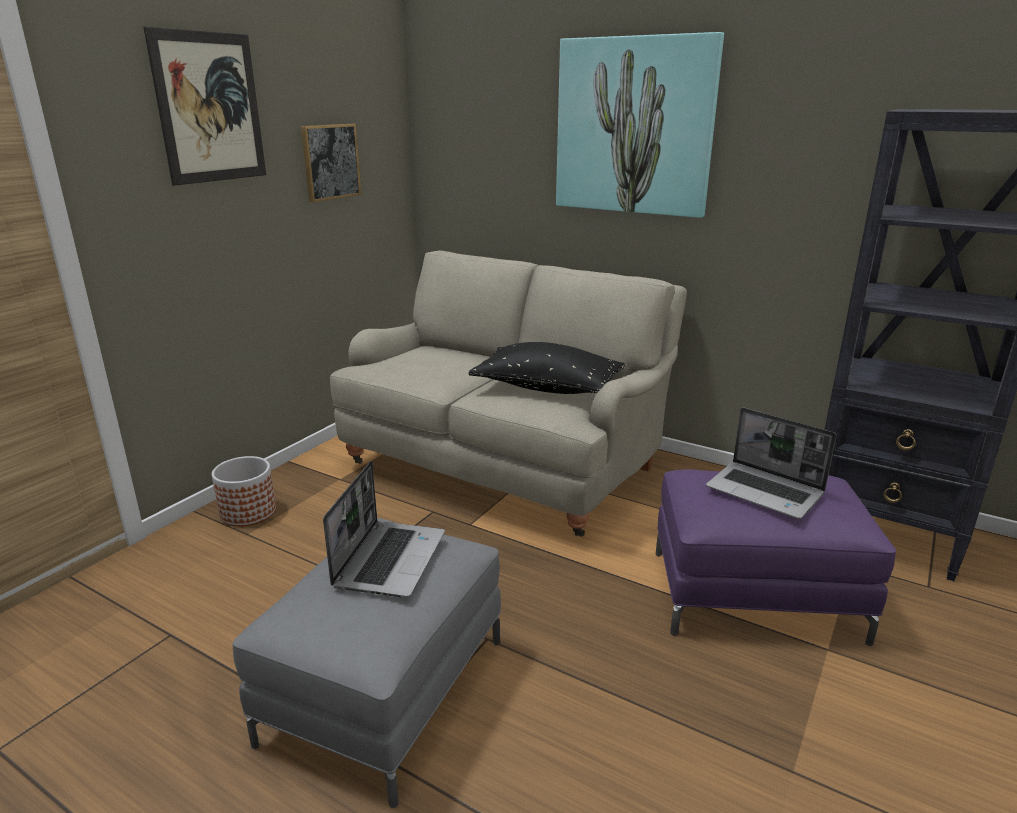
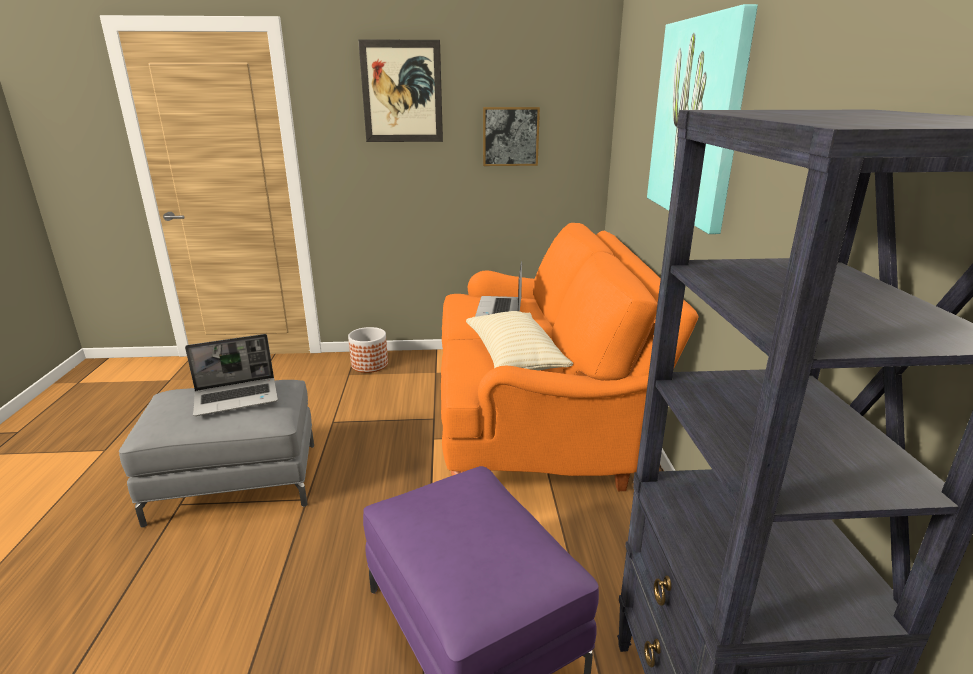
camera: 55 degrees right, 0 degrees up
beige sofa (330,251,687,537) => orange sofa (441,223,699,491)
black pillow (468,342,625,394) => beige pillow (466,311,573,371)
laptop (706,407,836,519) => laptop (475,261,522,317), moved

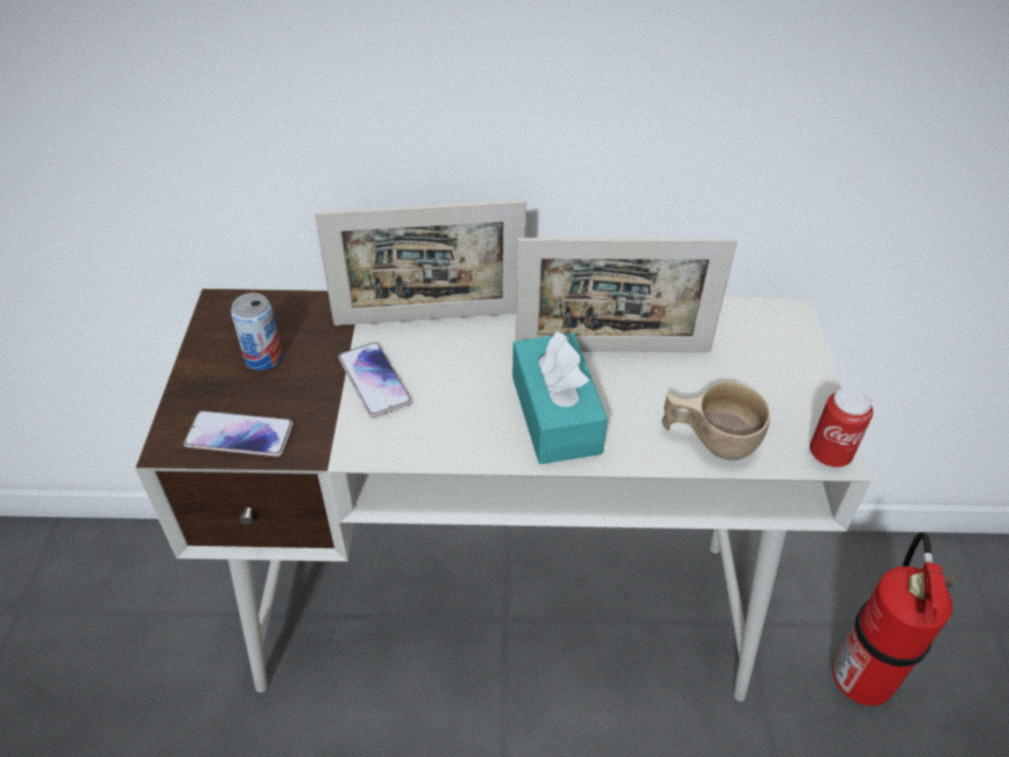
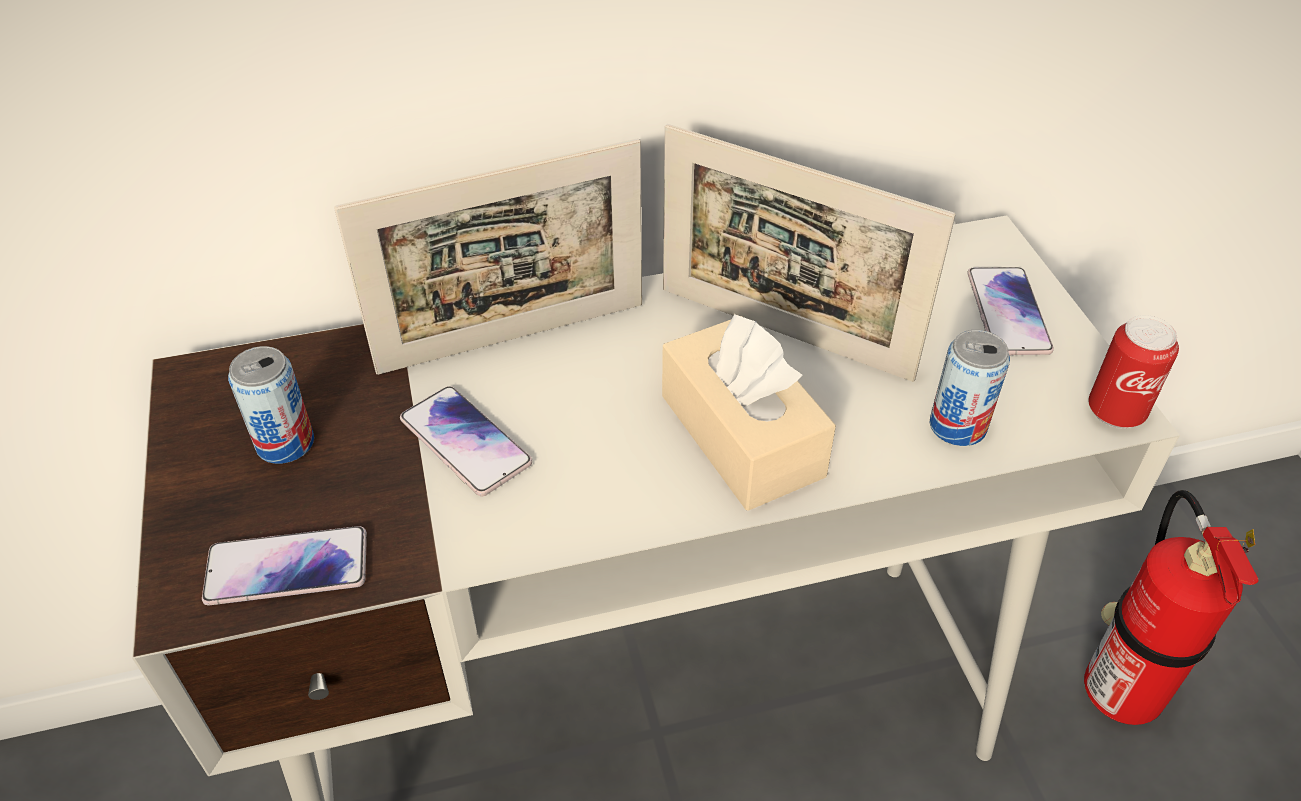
camera: 15 degrees left, 0 degrees up
turquoise tissue box (512,330,608,464) => beige tissue box (662,313,836,511)
picture frame (515,238,737,353) => picture frame (663,124,956,382), 45 degrees clockwise
beige cup (662,382,770,461) => can (930,330,1010,446)
nothing => phone (967,267,1054,355)

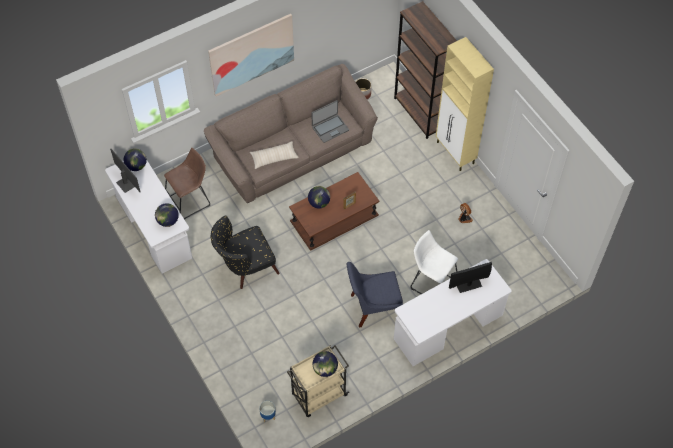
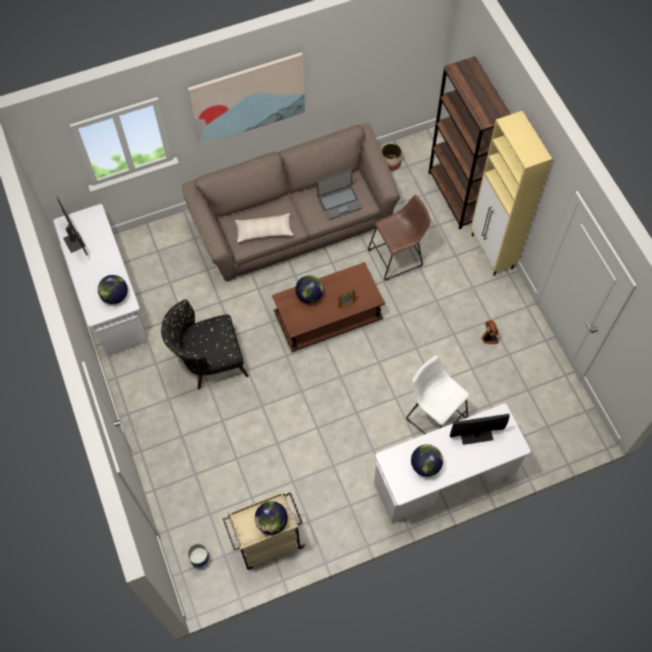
camera: 10 degrees right, 5 degrees up
brown stool (164,148,210,219) => brown stool (368,195,431,281), moved
globe (124,148,147,171) => globe (411,444,443,477), moved
blue chair (346,262,403,328) => nothing

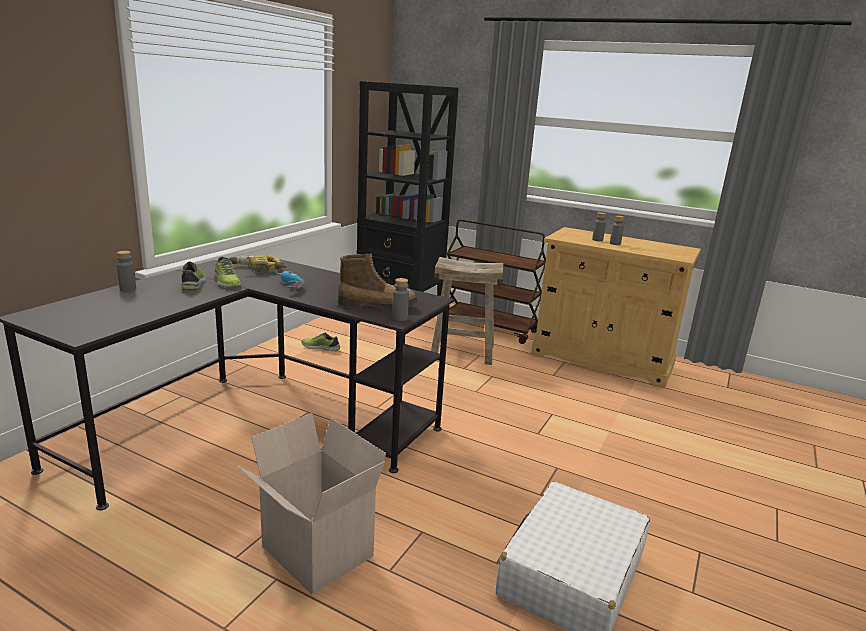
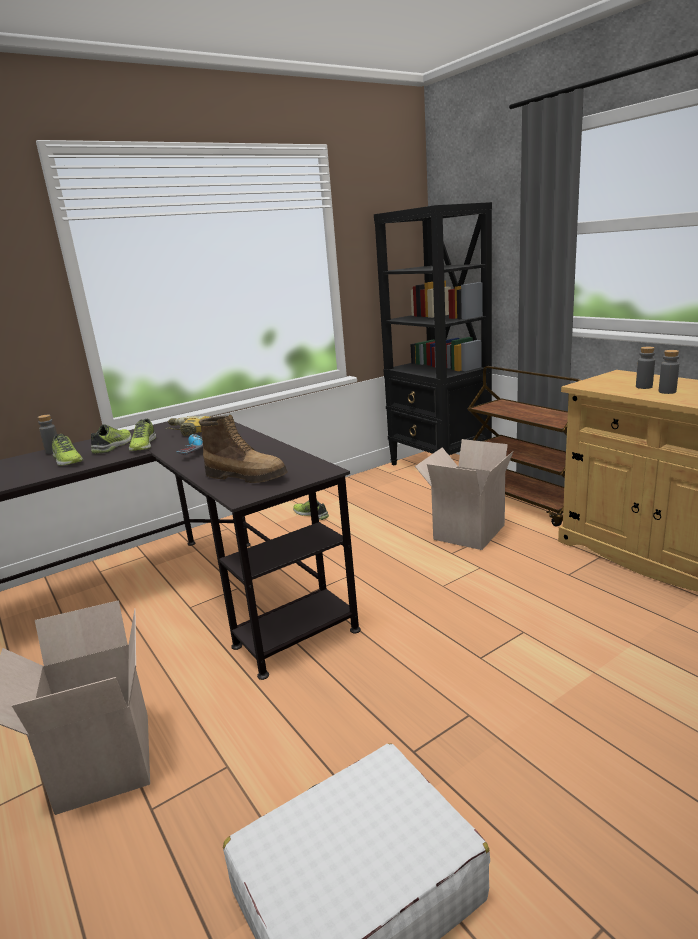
camera: 30 degrees right, 0 degrees up
nothing => shoe (52,434,83,466)
beige stool (431,257,504,365) => cardboard box (415,439,513,550)
grey bottle (392,278,409,321) => nothing

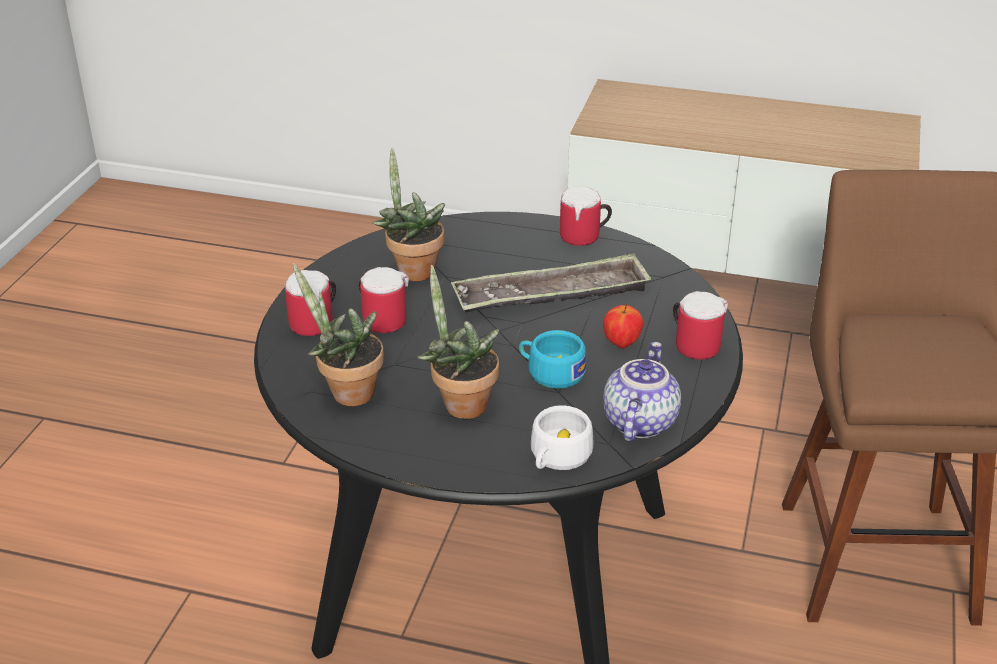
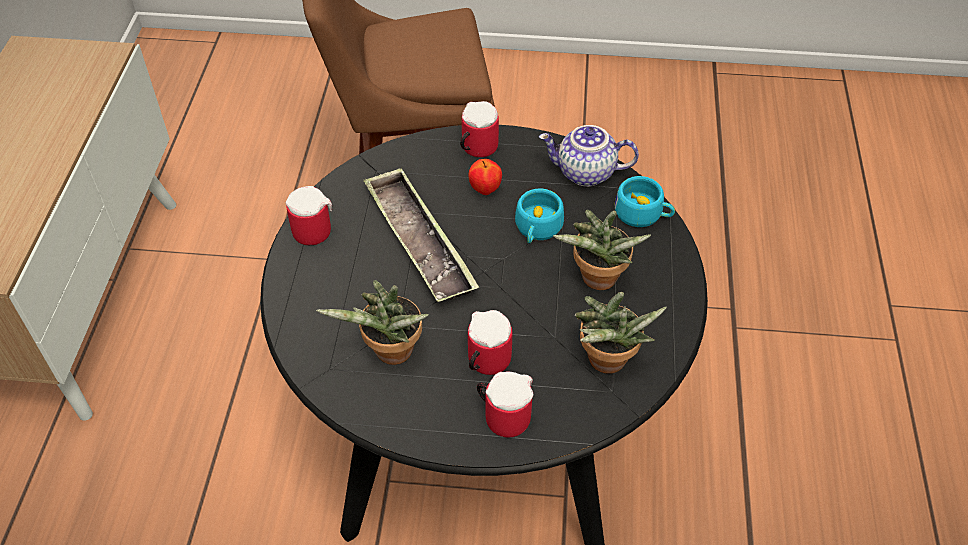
camera: 100 degrees left, 15 degrees up
white cup (531,405,593,470) => turquoise cup (614,176,675,227)

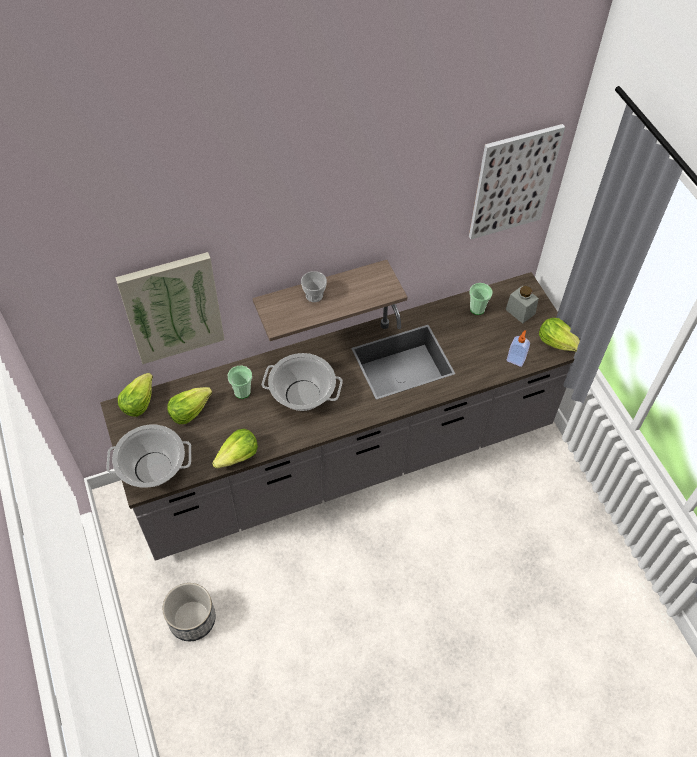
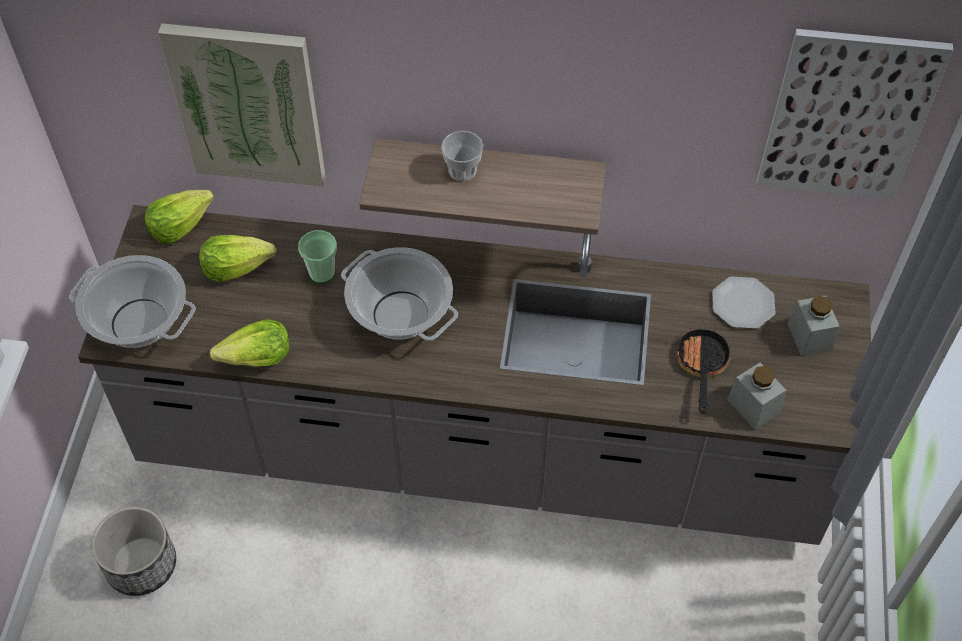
camera: 30 degrees right, 0 degrees up
nothing => frying pan (676,322,731,413)
cup (469,283,493,315) => plate (712,277,775,329)
soap dispenser (507,330,530,367) => grey jar (727,363,786,430)
lettuce (539,318,580,352) => nothing

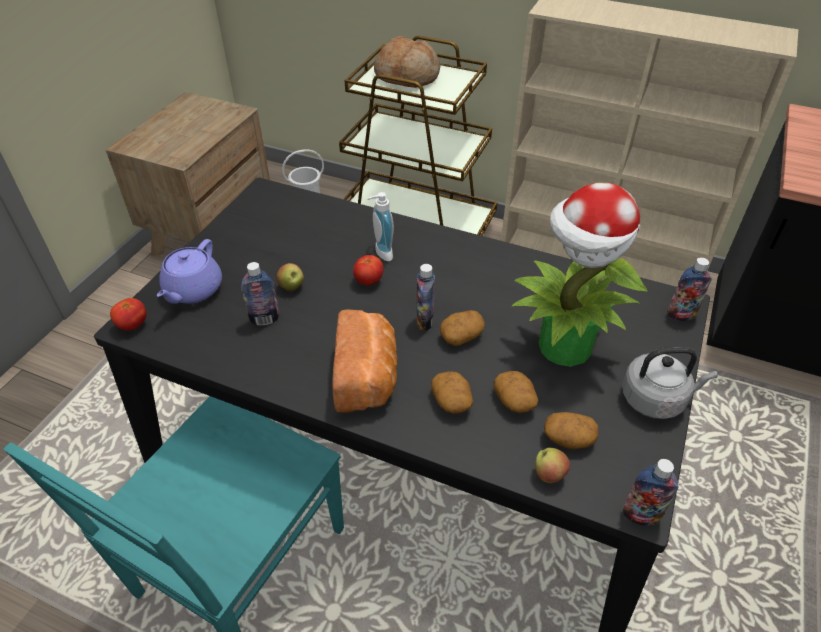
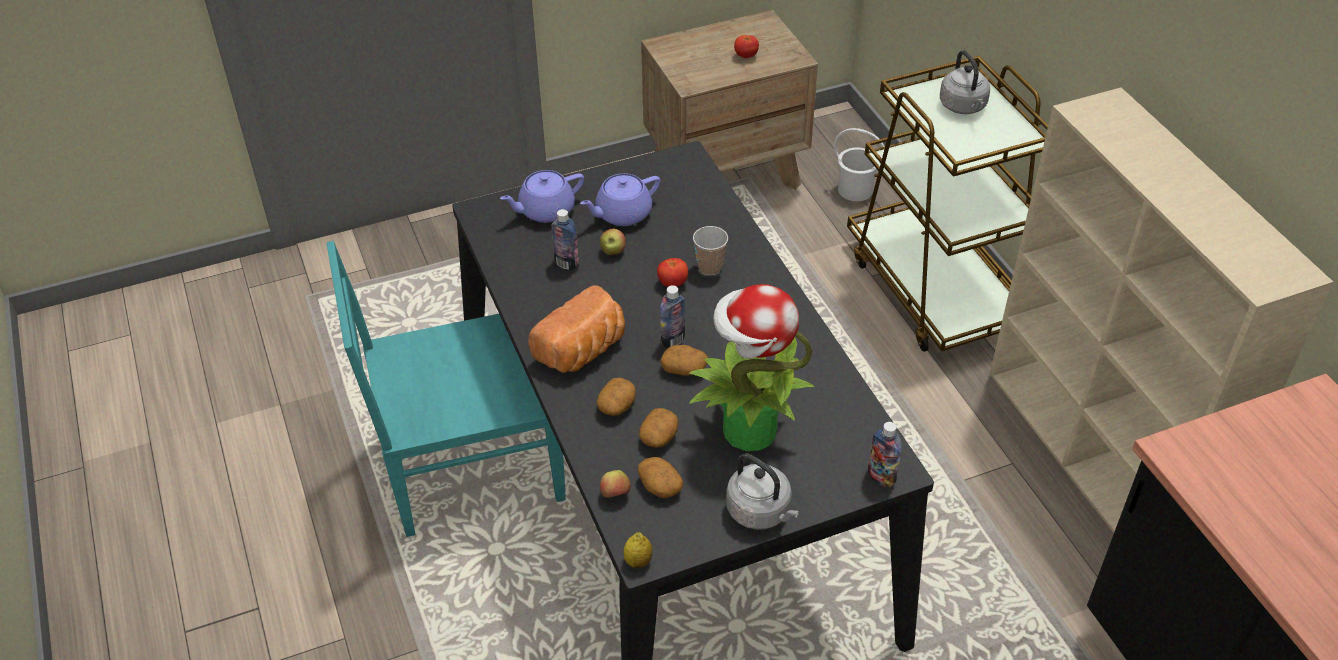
camera: 45 degrees right, 0 degrees up
nothing => purple teapot (580,173,661,226)
bottle (623,459,678,525) => lemon (624,533,652,568)
soap dispenser (367,192,394,261) => cup (693,226,728,275)
tomato (110,298,147,331) => tomato (734,35,759,58), moved
bread (374,36,440,88) => grey kettle (940,50,990,114)

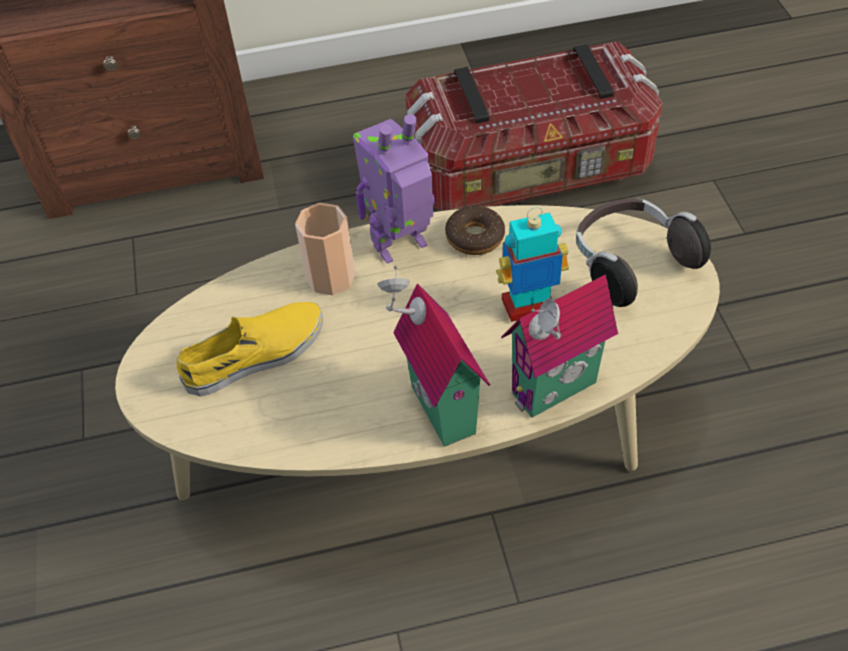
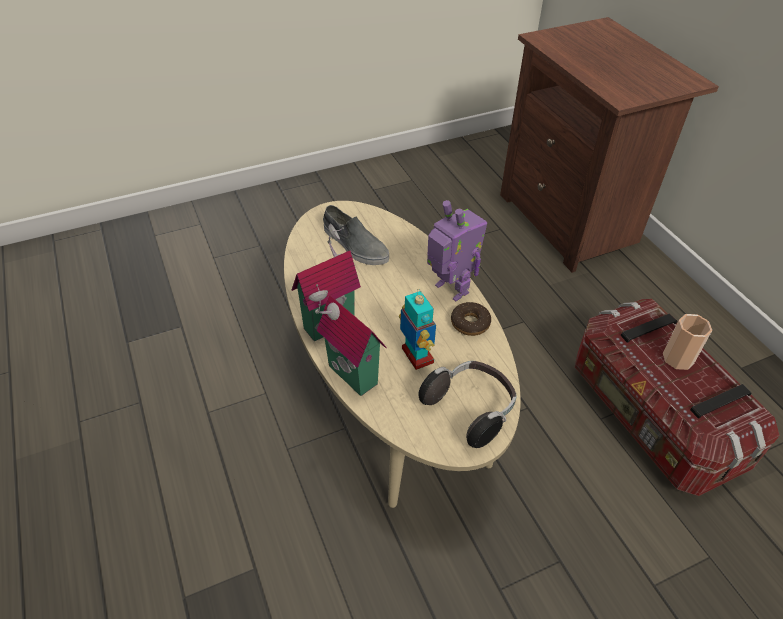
camera: 75 degrees right, 5 degrees down
yellow shoe (177,302,323,397) => grey shoe (323,205,389,265)
cup (295,203,355,295) => cup (663,314,712,370), moved

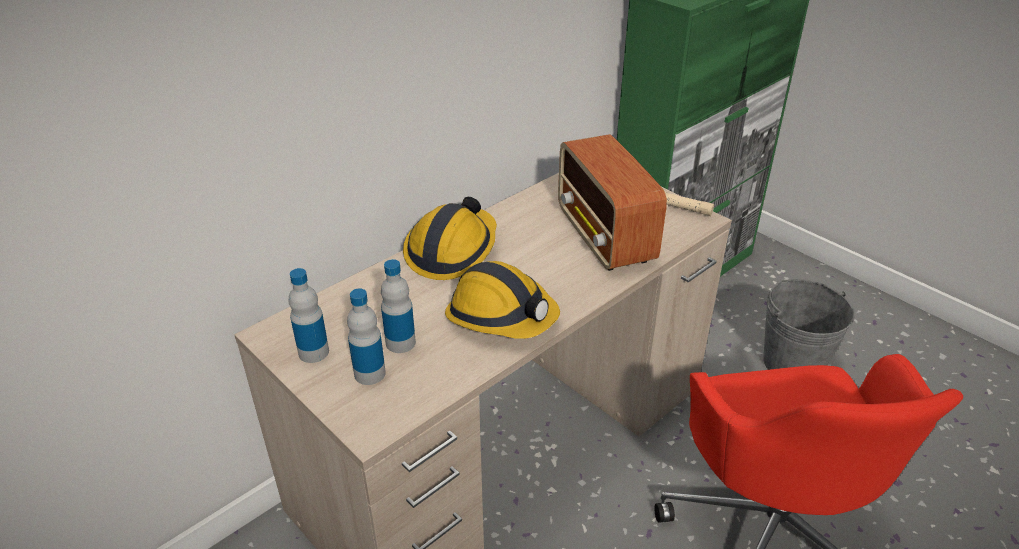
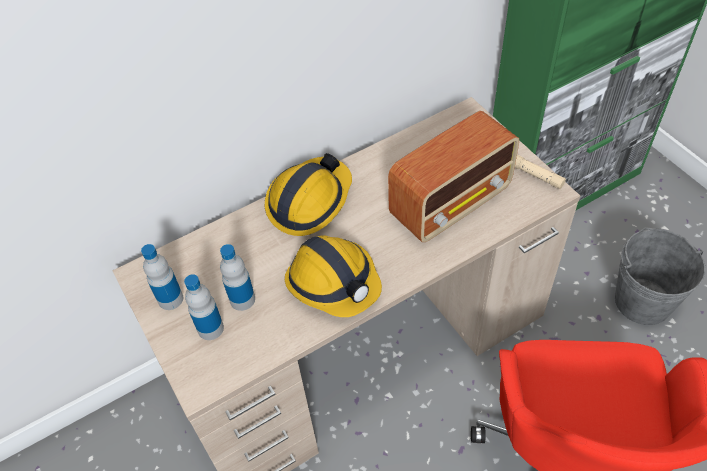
camera: 15 degrees right, 15 degrees up
radio (558,134,667,271) => radio (388,111,519,242), 120 degrees counterclockwise

